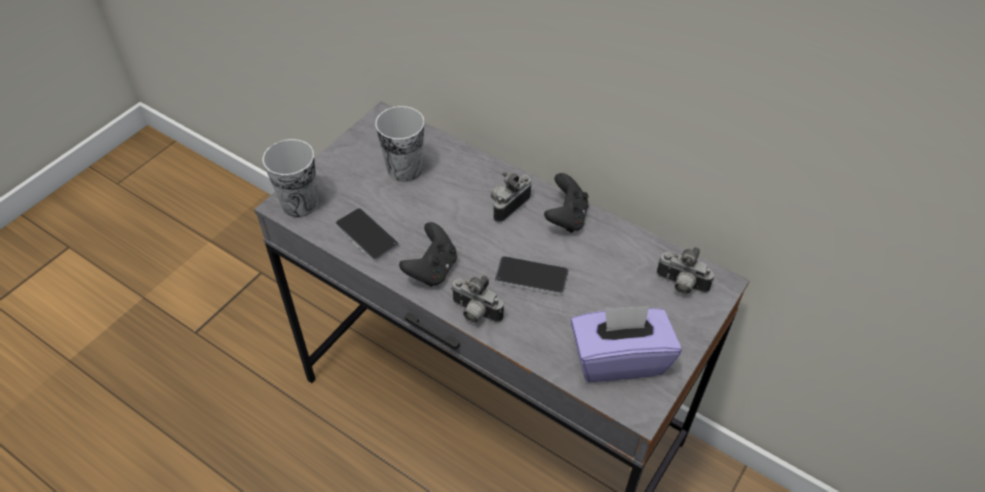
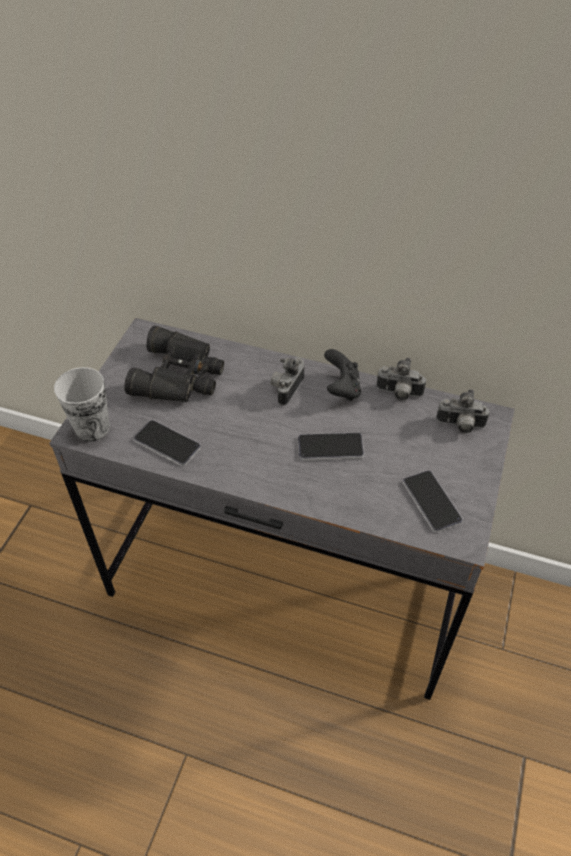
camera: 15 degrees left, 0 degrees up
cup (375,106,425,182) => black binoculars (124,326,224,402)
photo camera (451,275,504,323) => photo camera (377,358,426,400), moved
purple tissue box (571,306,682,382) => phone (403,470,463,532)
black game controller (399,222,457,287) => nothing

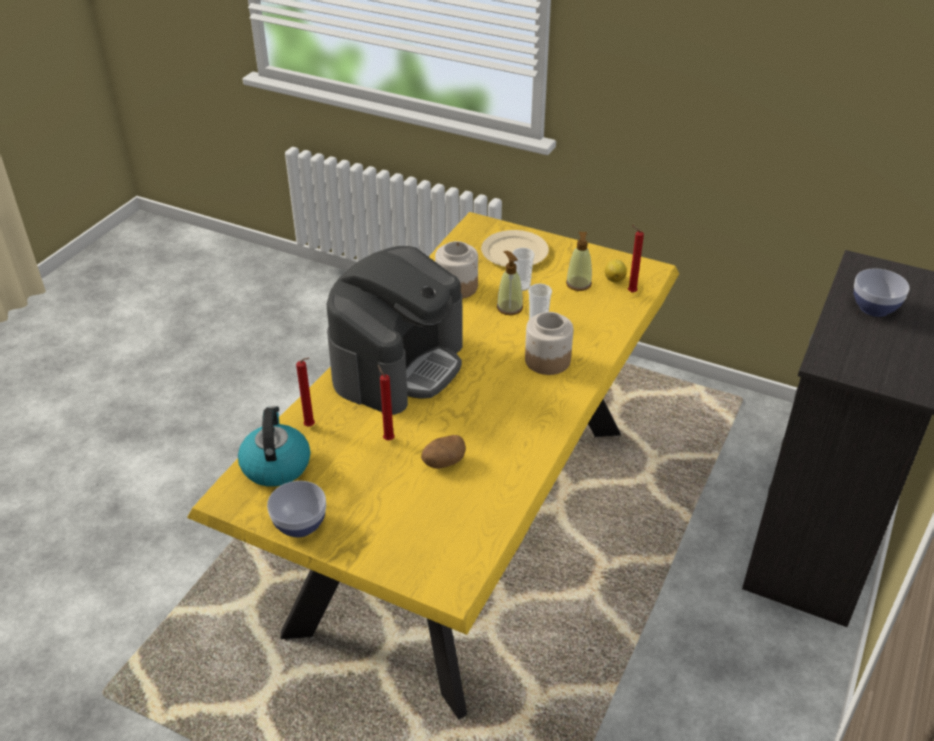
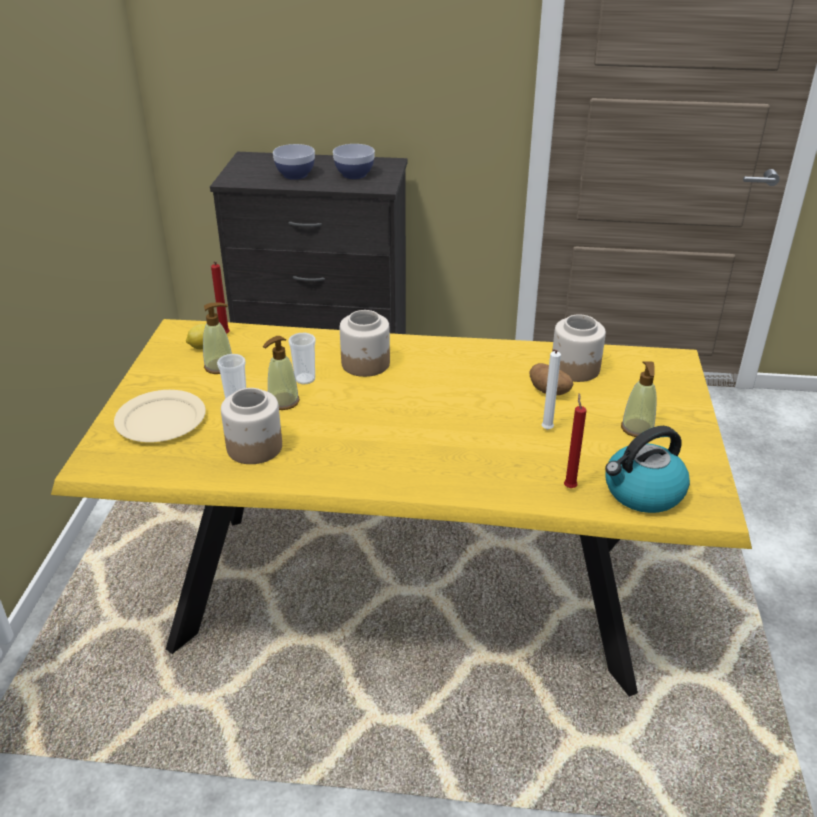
camera: 110 degrees left, 5 degrees down
bowl (267,481,326,537) => bowl (333,144,375,179), moved
red candle (378,365,395,440) => white candle (542,349,561,430)
nothing => jar (552,314,606,382)
nothing => soap dispenser (621,361,656,437)
coffee machine (327,246,463,415) => nothing

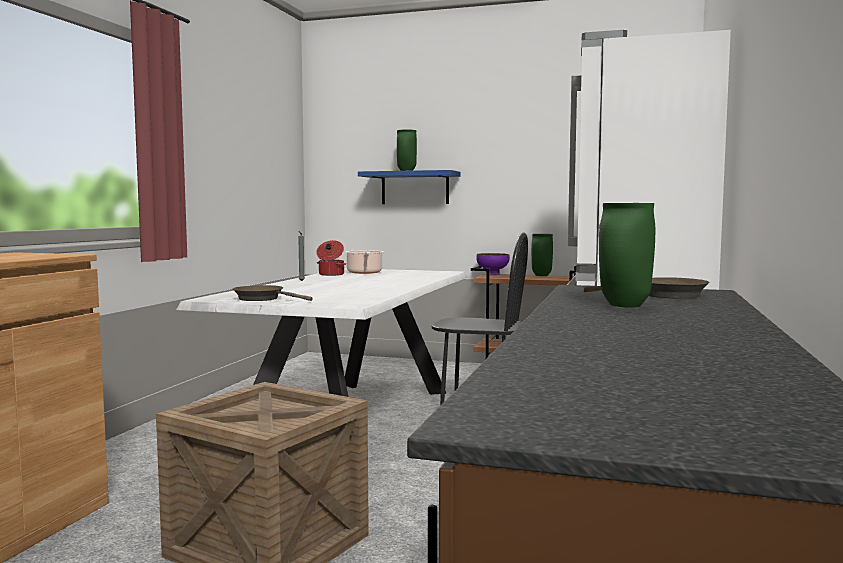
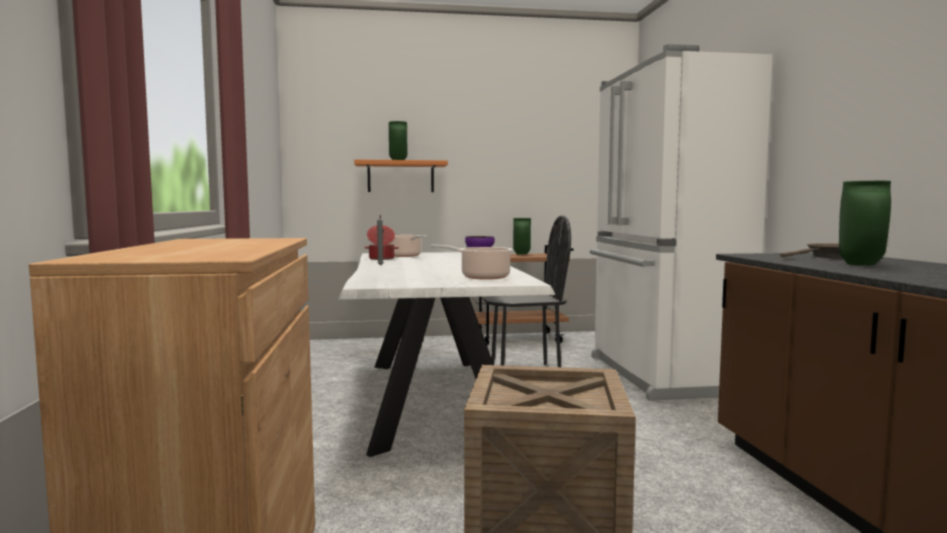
camera: 25 degrees left, 0 degrees up
blue shelf (358,170,461,204) => orange shelf (354,159,448,192)
nothing => cooking pot (431,245,513,280)
brown frying pan (232,285,313,301) => nothing

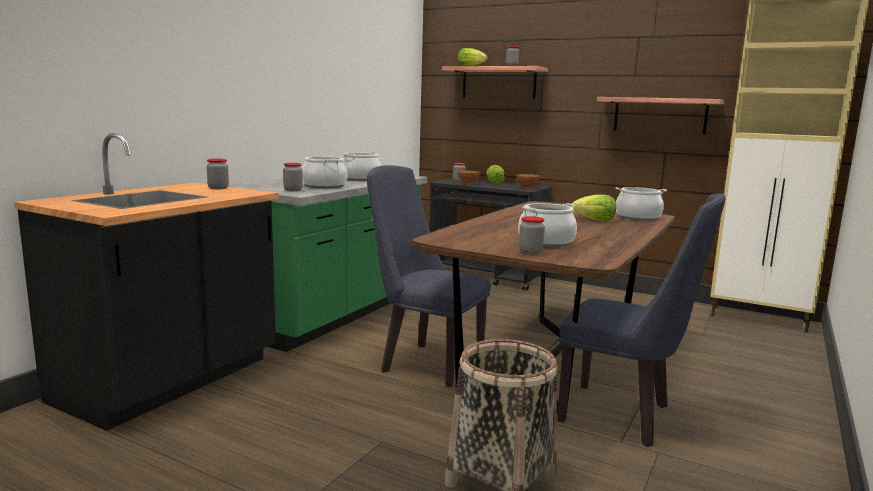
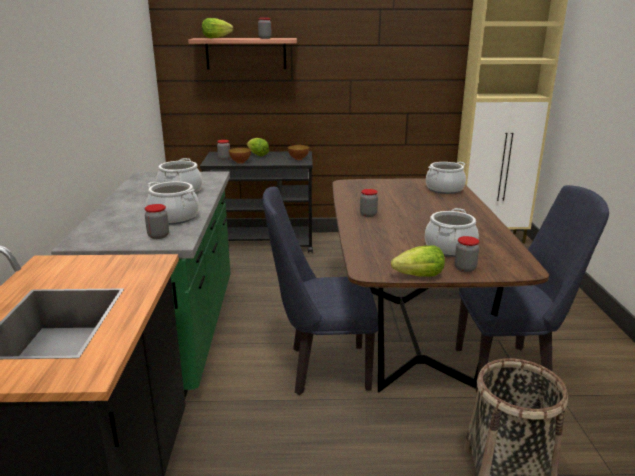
camera: 30 degrees left, 10 degrees up
jar (207,159,229,189) => jar (360,189,378,217), moved
lettuce (571,194,616,221) => lettuce (391,245,445,277), moved
shelf (597,97,724,134) => nothing

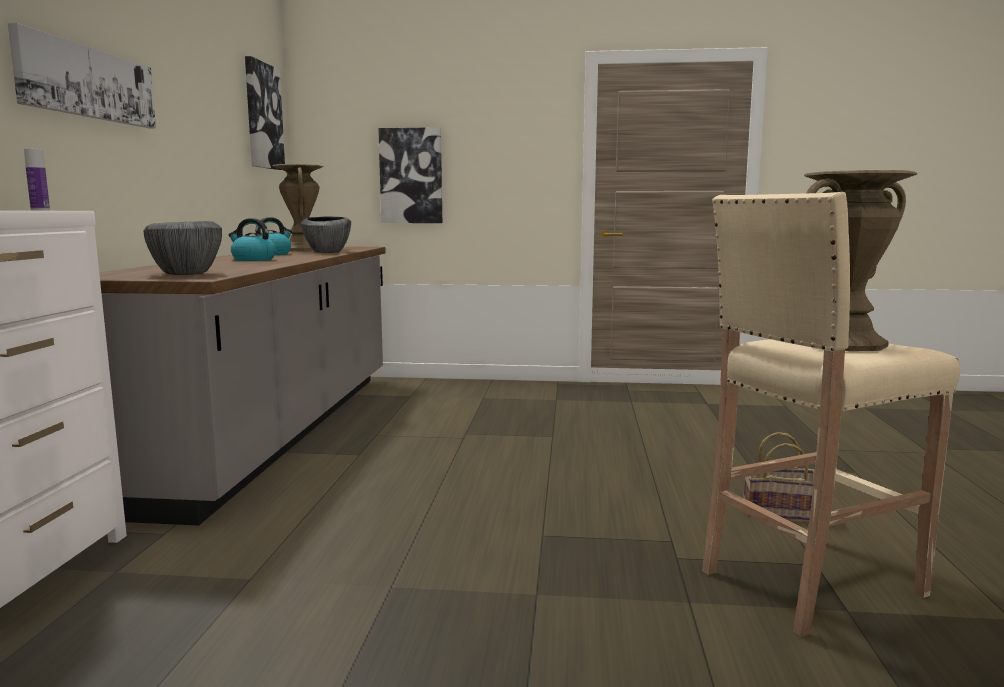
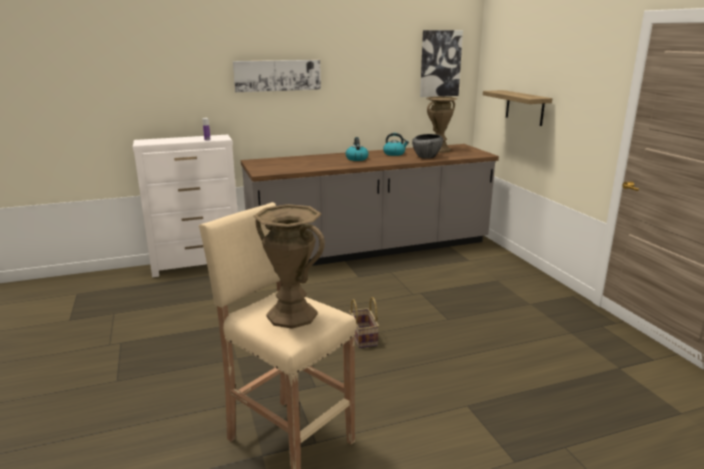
camera: 65 degrees right, 10 degrees up
basket (743,432,815,520) => basket (349,297,379,348), moved
picture (378,127,442,223) => shelf (483,90,552,126)
bowl (143,221,222,275) => nothing

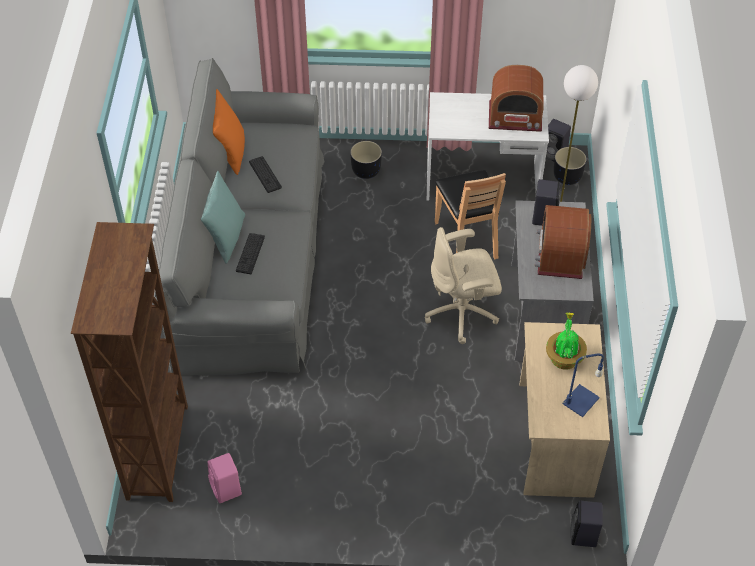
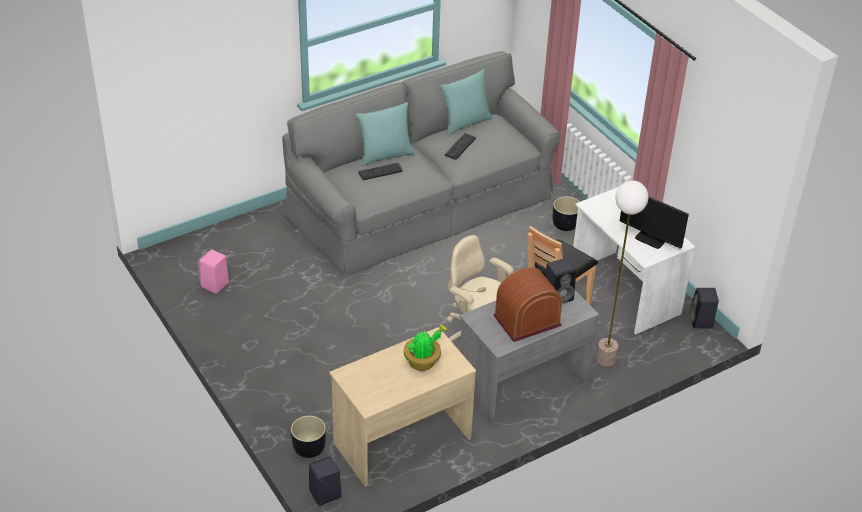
camera: 55 degrees right, 10 degrees down
black planter (554,147,586,185) => black planter (291,415,326,458), moved
orange pillow (213,89,245,175) => turquoise pillow (440,69,492,135)
radio (489,65,543,132) => monitor (620,196,689,249)
brown bookcase (71,222,188,502) => nothing
blue table lamp (562,353,604,417) => nothing

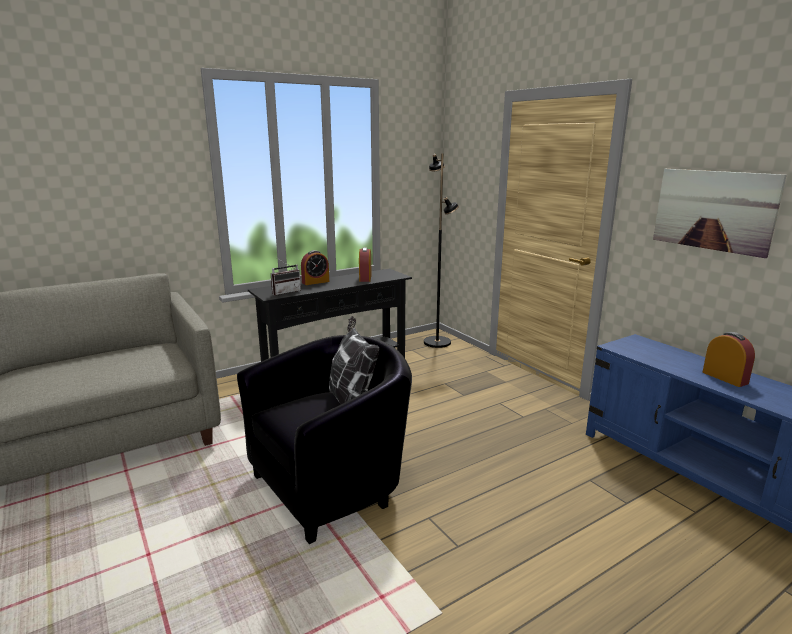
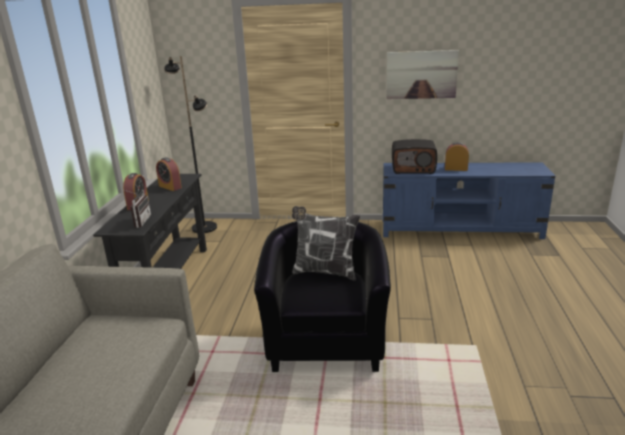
camera: 50 degrees left, 5 degrees up
nothing => radio (392,139,437,174)

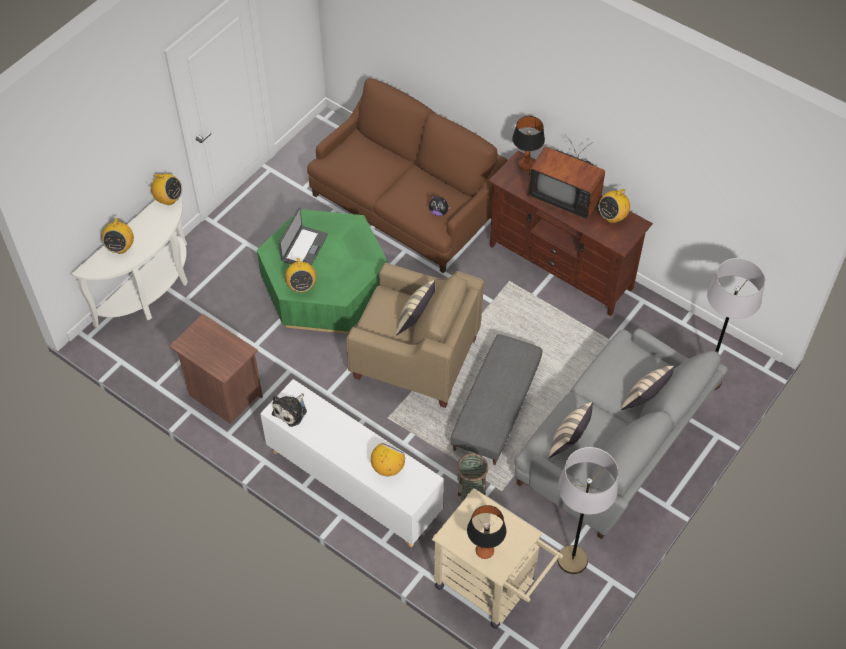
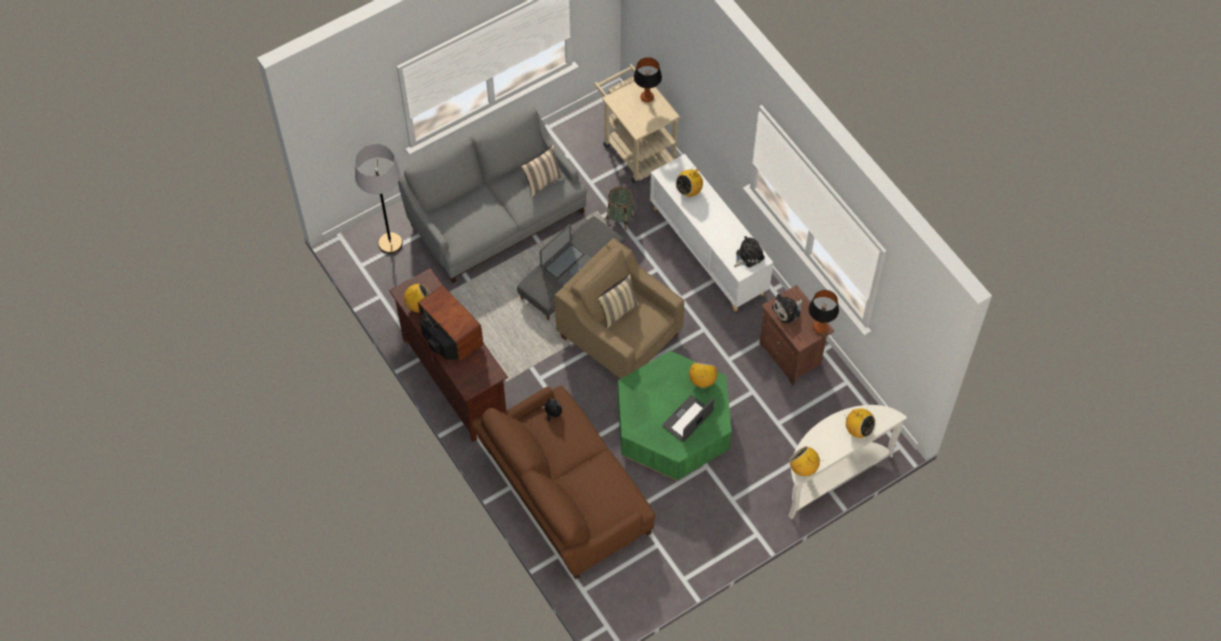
camera: 160 degrees left, 5 degrees up
nothing => laptop (540,224,592,287)
nothing => plush toy (772,294,803,323)
table lamp (512,116,545,171) => table lamp (809,290,839,334), moved
radio (102,218,134,254) => radio (844,409,876,438), 105 degrees clockwise
grey floor lamp (557,447,618,574) => nothing
beige pillow (620,366,674,410) => nothing

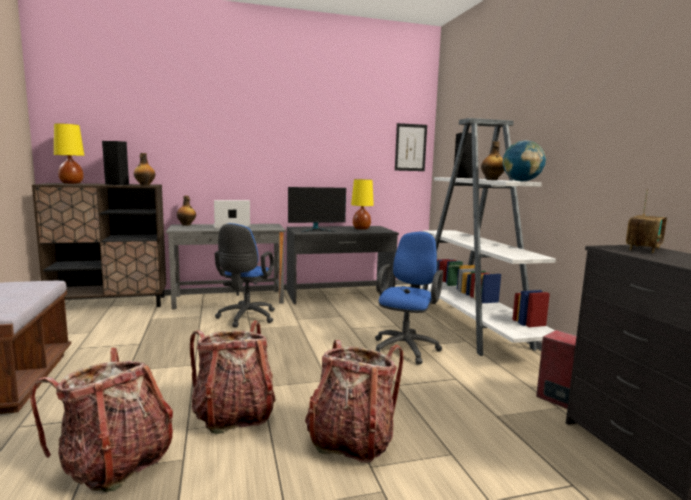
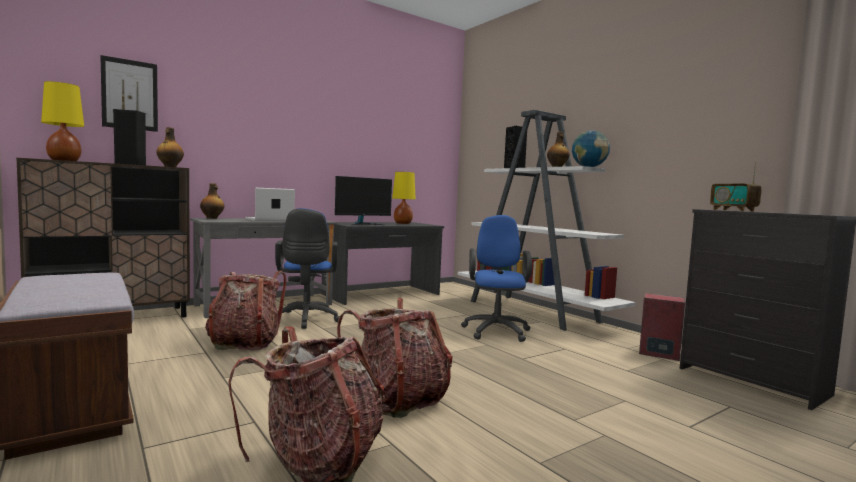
camera: 20 degrees left, 5 degrees down
picture (395,123,427,171) => picture (100,55,158,132), moved
backpack (305,340,403,463) => backpack (205,270,286,351), moved
radio (626,190,667,253) => radio (710,162,762,212), 135 degrees clockwise

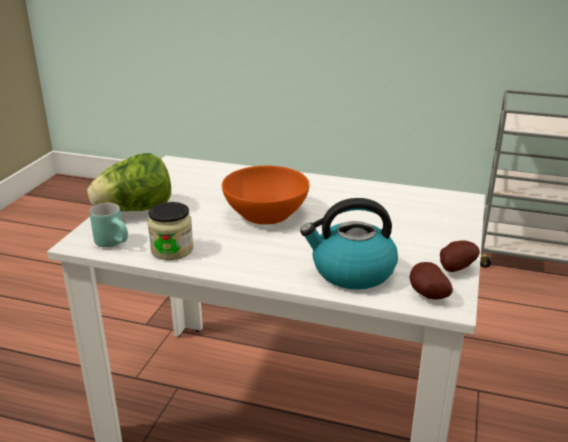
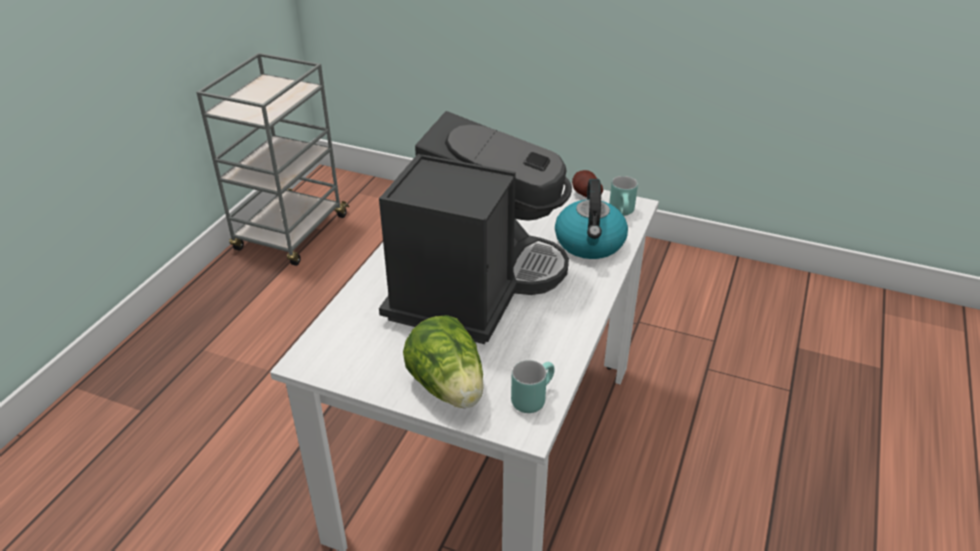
camera: 85 degrees left, 10 degrees up
orange bowl (222,166,310,225) => coffee machine (379,111,572,344)
potato (410,262,453,299) => turquoise mug (609,176,638,216)
jar (148,202,194,260) => nothing

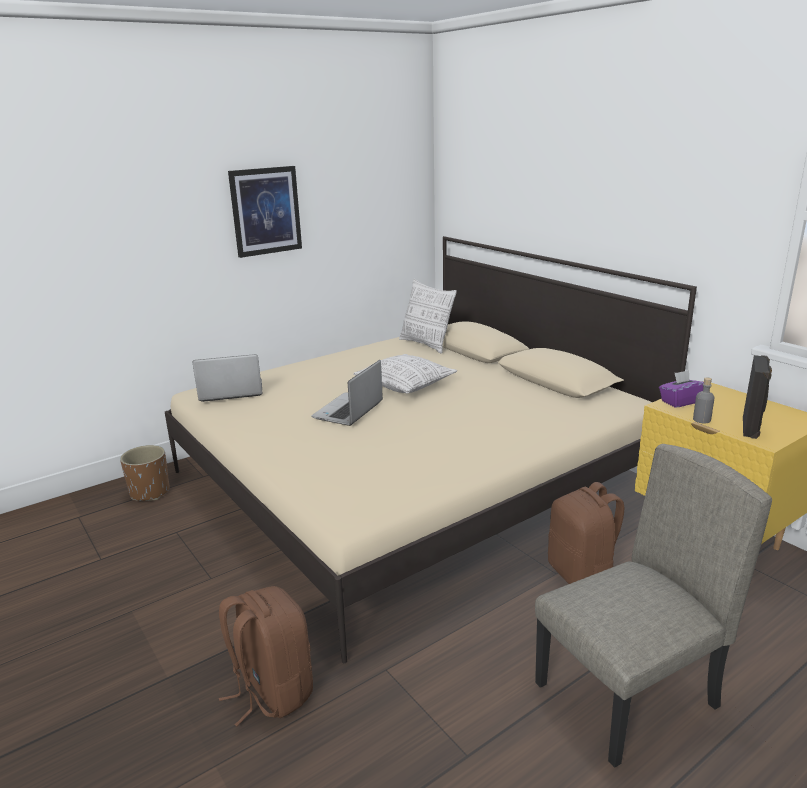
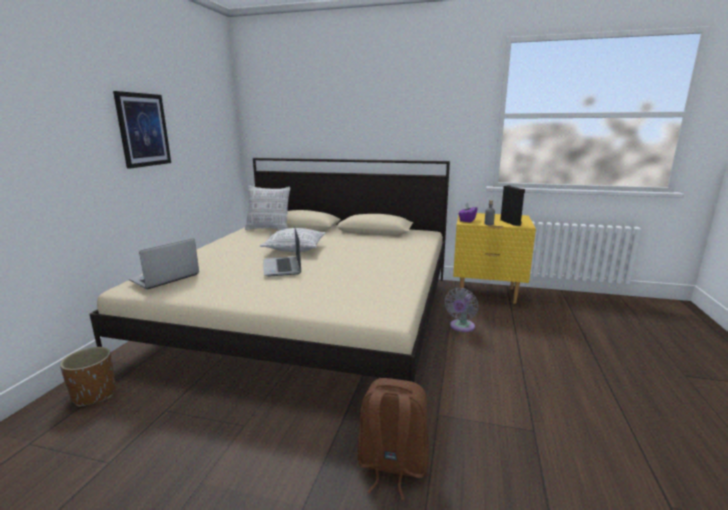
camera: 40 degrees left, 5 degrees down
brown backpack (548,482,624,584) => grey fan (445,288,478,332)
beige chair (535,444,772,768) => nothing

